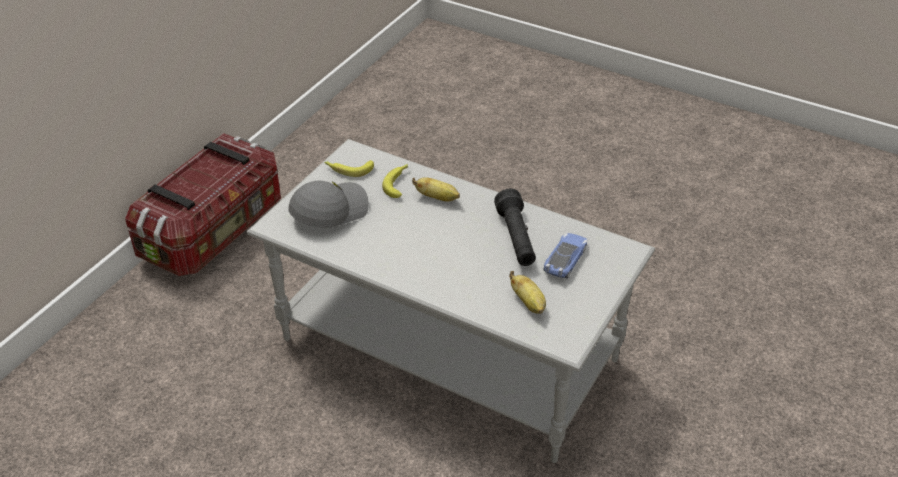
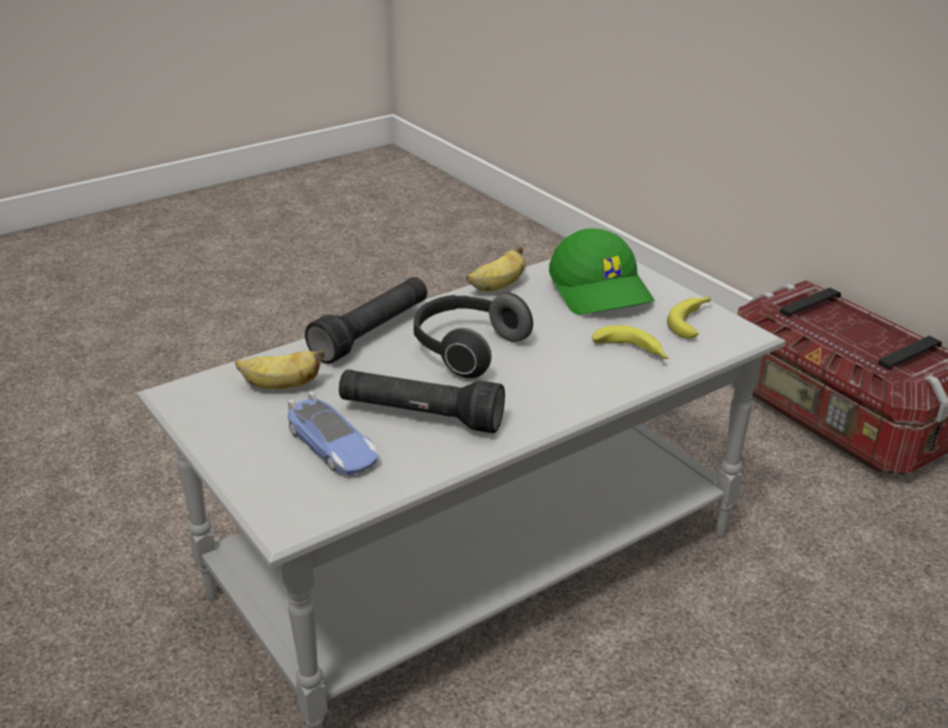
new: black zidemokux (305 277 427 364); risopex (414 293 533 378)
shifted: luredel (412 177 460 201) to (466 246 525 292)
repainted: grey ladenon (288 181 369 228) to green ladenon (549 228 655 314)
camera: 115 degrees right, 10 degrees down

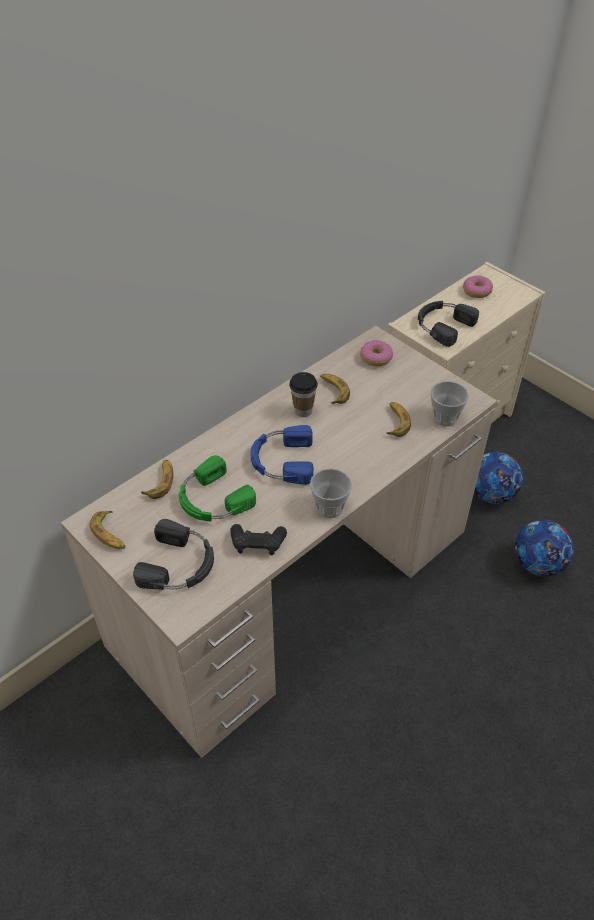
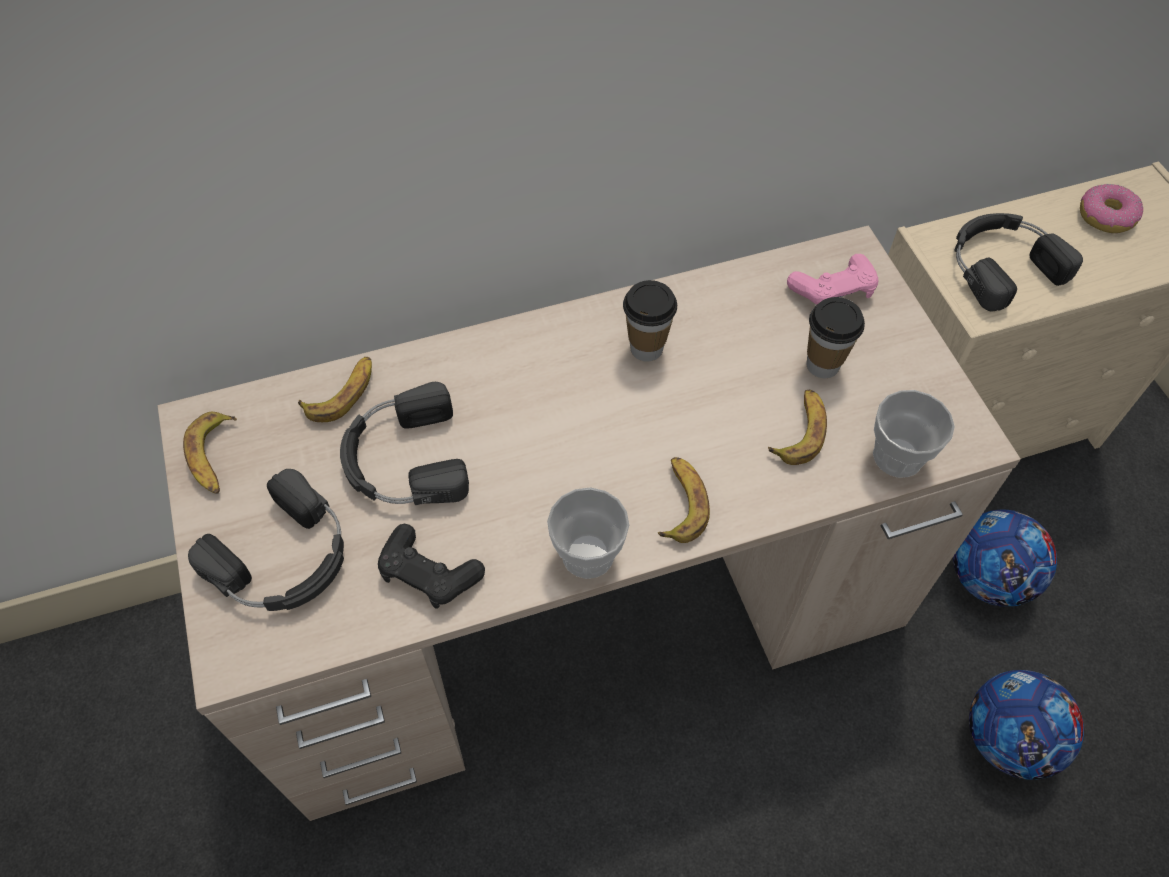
gone: blue risopex (250 425 313 485)
new: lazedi (806 297 865 378)
shifted: luredel (320 373 350 404) to (658 457 710 543)
swapped: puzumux (360 340 393 366) to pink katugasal (787 254 879 305)
repainted: green risopex (178 455 256 521) to black risopex (340 382 469 505)
camera: 25 degrees right, 10 degrees up

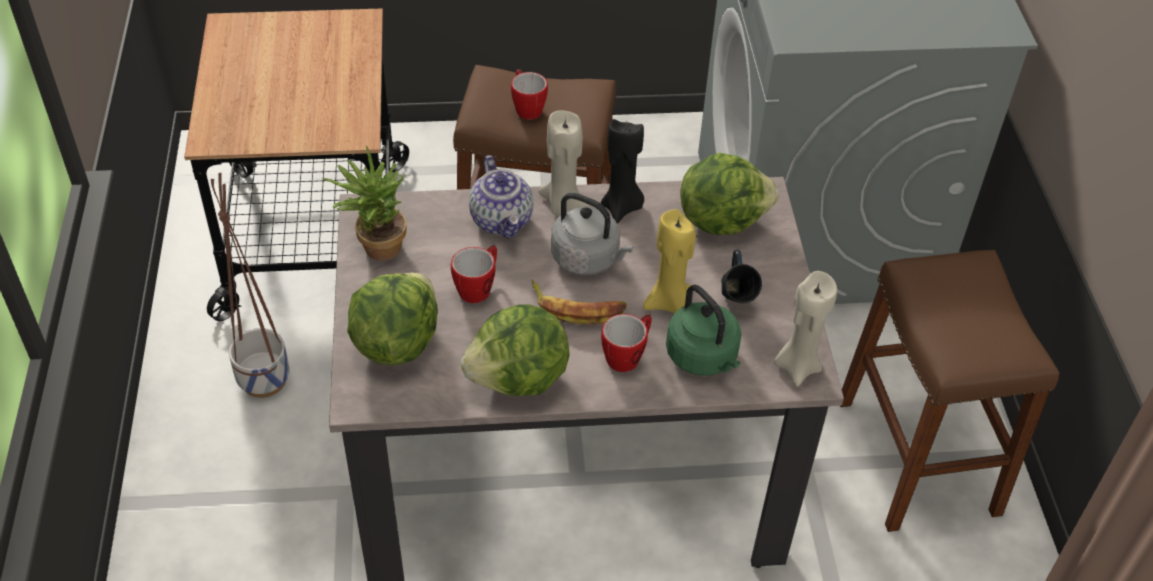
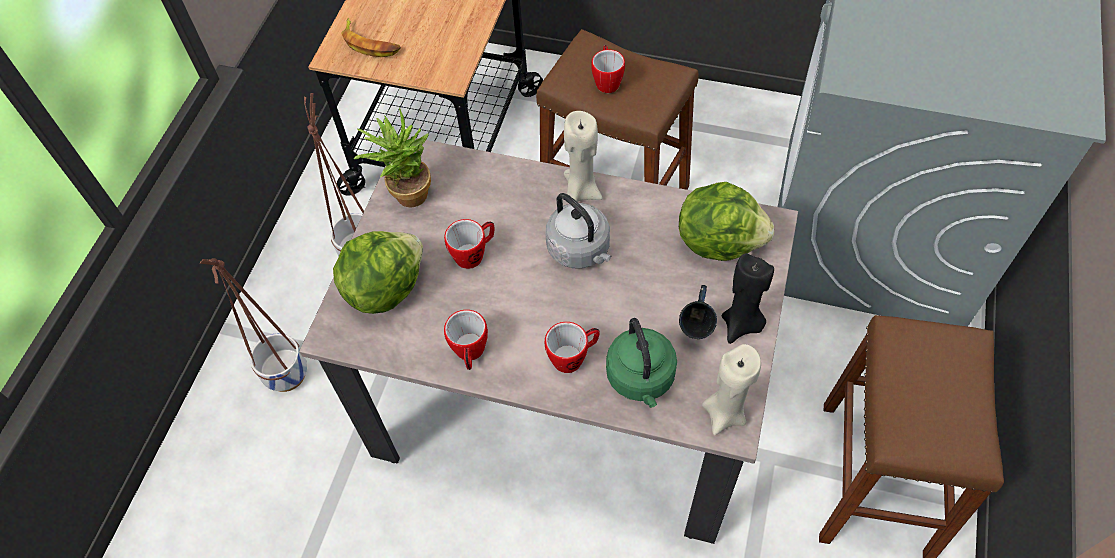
gone: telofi (469 155 533 239); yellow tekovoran (643 209 696 314)
new: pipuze (200 258 307 392)
shifted: black tekovoran (601 119 644 223) to (722 253 774 344); luredel (532 280 627 325) to (341 17 401 57)
swapped: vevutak (461 304 570 396) to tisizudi (444 310 488 370)
camera: 25 degrees right, 10 degrees up

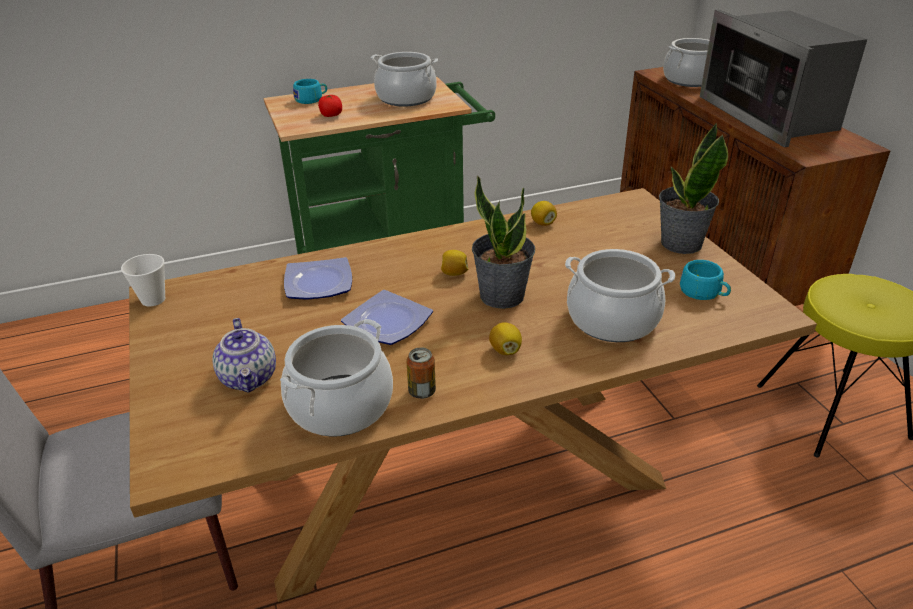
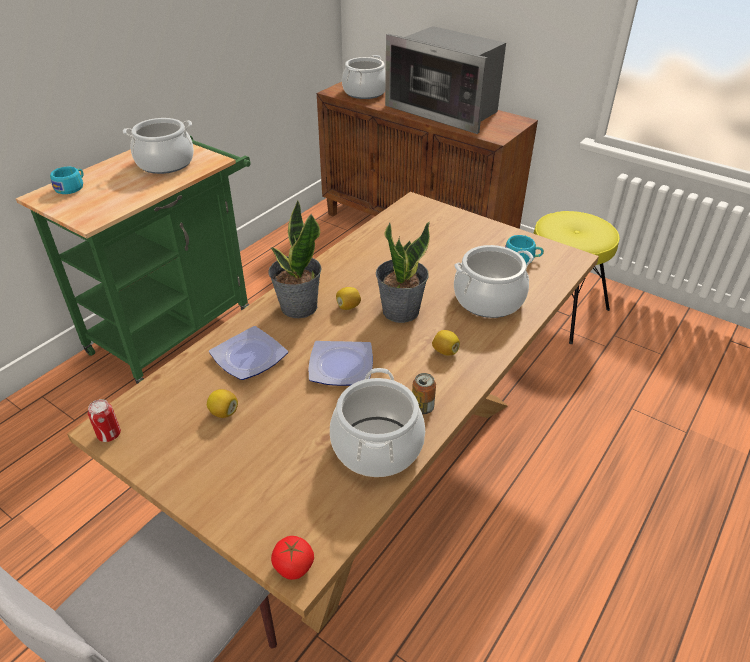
gone: telofi (213 318 276 393)
shifted: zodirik (318 95 342 117) to (271 536 314 580); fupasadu (659 124 728 254) to (268 199 321 318); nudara (531 201 557 226) to (207 389 238 418)
swapped: lazedi (121 254 165 307) to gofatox (88 399 121 442)
camera: 35 degrees left, 5 degrees up

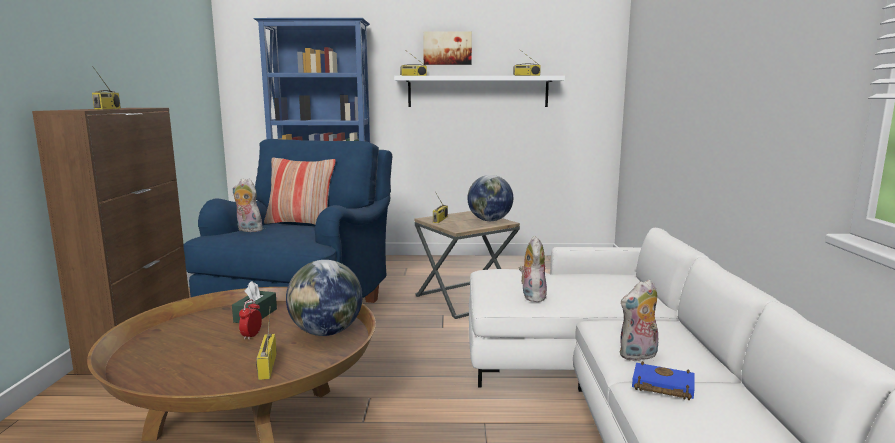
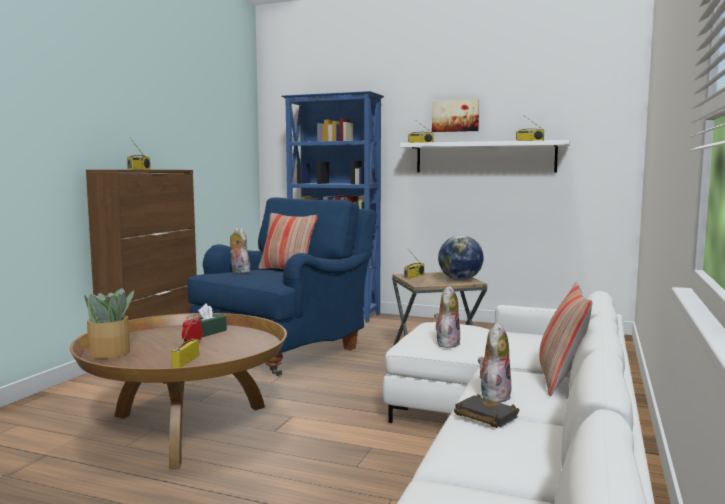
gone: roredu (286 260 362 336)
new: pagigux (539 282 592 396); fupasadu (84 288 134 359)
repainted: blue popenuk (632 361 695 400) to black popenuk (454 394 519 428)
rotated: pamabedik (620 279 658 361) = (478 322 511 403) 120 degrees clockwise
camera: 20 degrees right, 5 degrees down

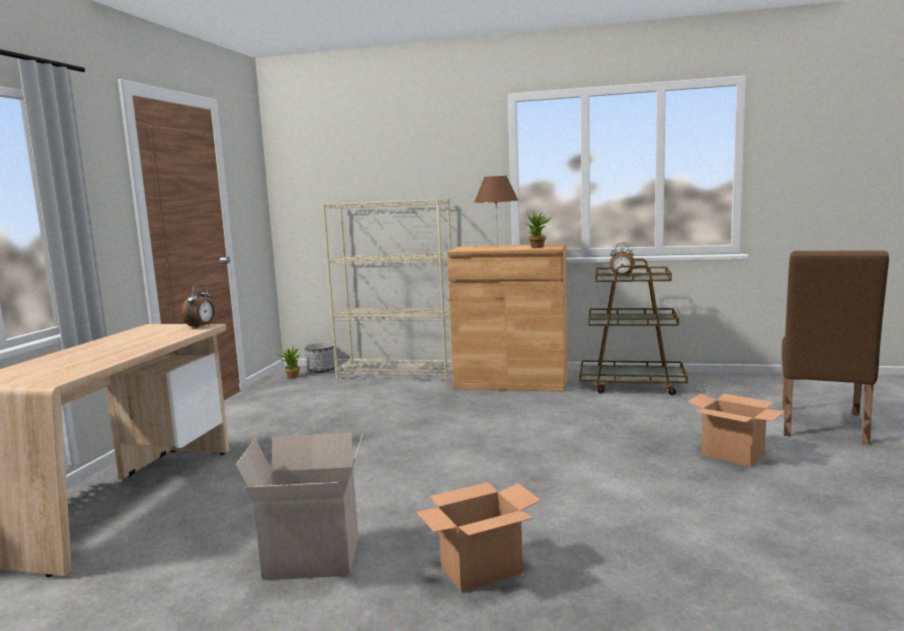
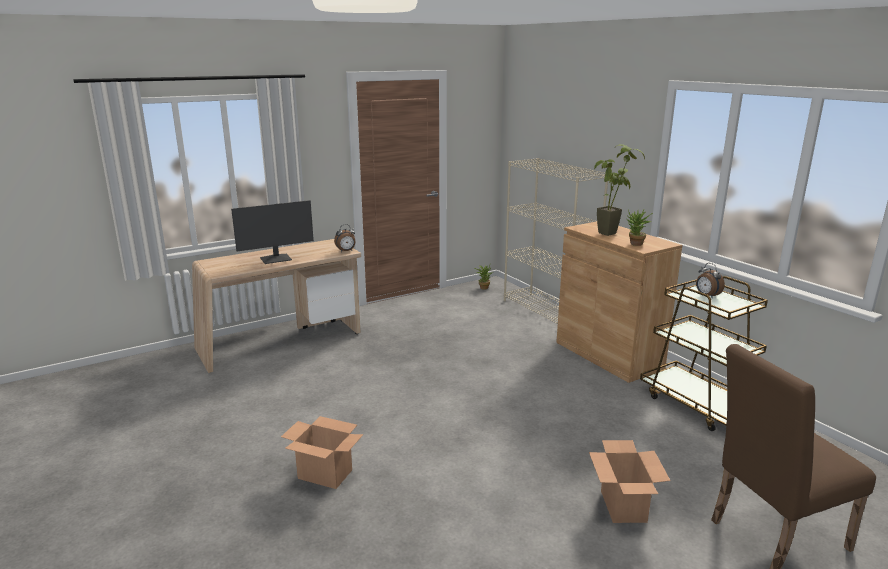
gone: pipuze (305 342 335 373); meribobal (236 433 363 580)
new: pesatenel (231 200 314 264)
swapped: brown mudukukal (474 176 519 248) to fupasadu (594 144 645 236)
camera: 45 degrees right, 10 degrees up

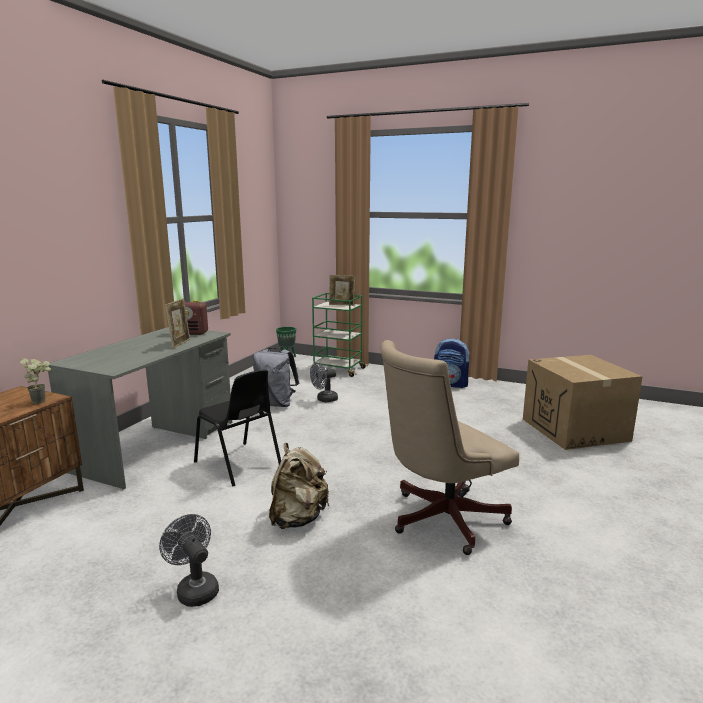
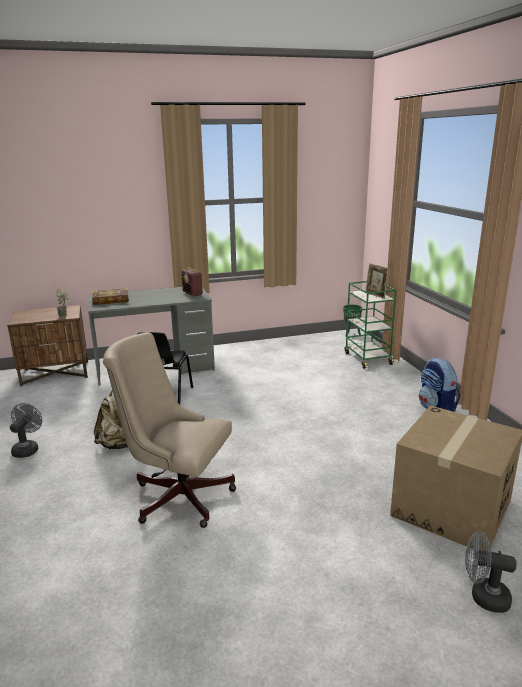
gone: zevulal (165 298 190 348); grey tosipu (253 348 299 407)
new: popenuk (92 288 129 305)
shifted: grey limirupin (310 362 338 402) to (465 531 516 613)
camera: 50 degrees right, 5 degrees up

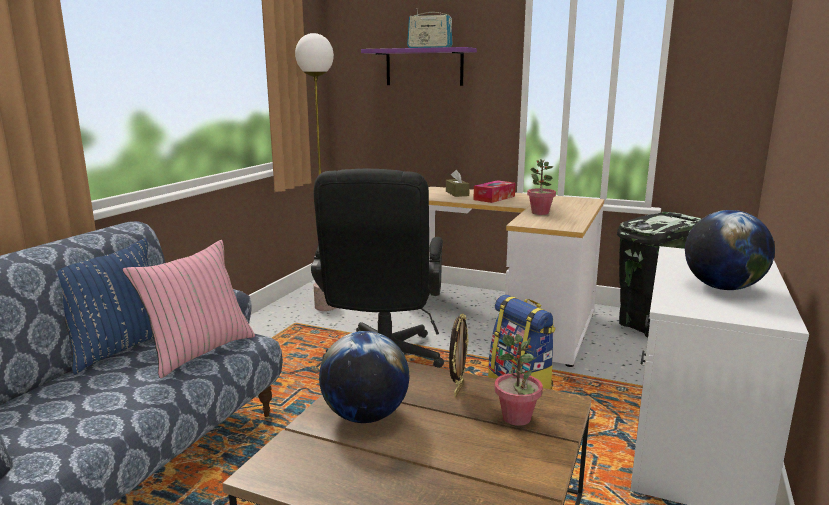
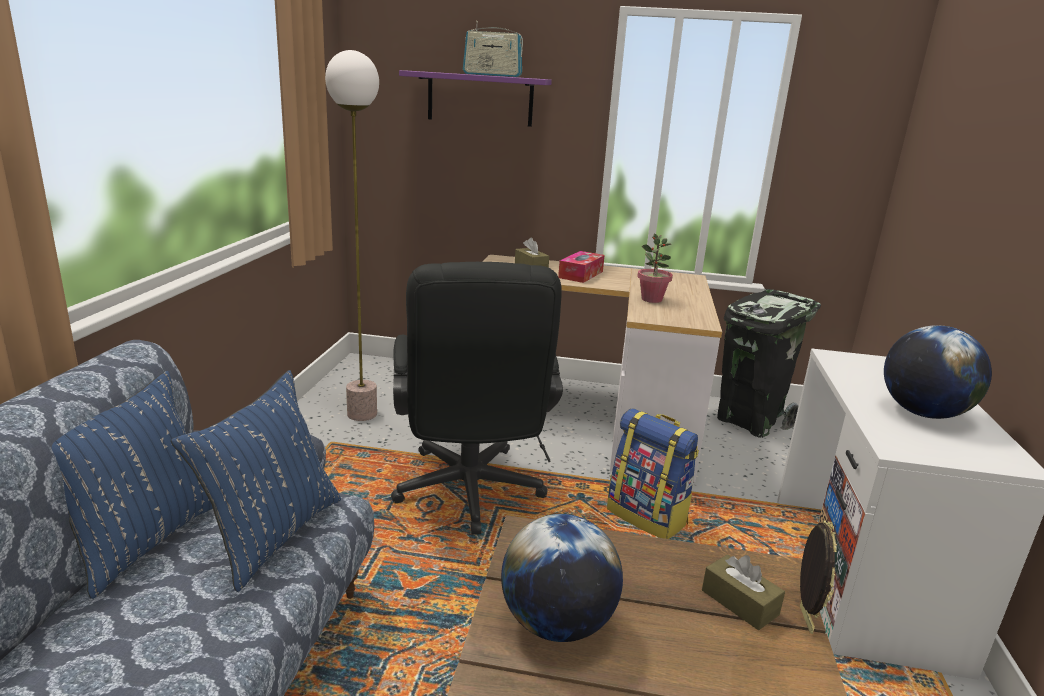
shifted: zevulal (449 313 469 397) to (800 520 837 634)
swapped: fupasadu (494 334 543 426) to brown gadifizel (702 555 785 630)
repainted: pink pagigux (122 240 255 378) to blue pagigux (171 370 341 592)
camera: 15 degrees left, 5 degrees up

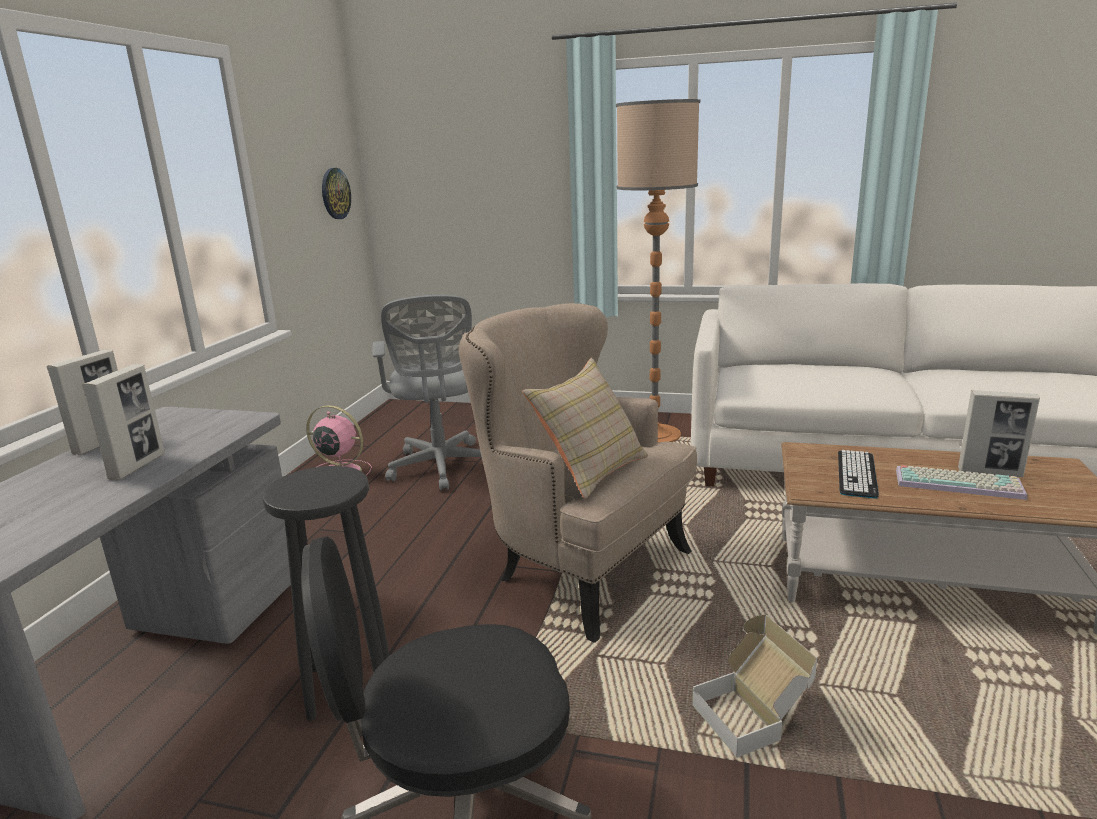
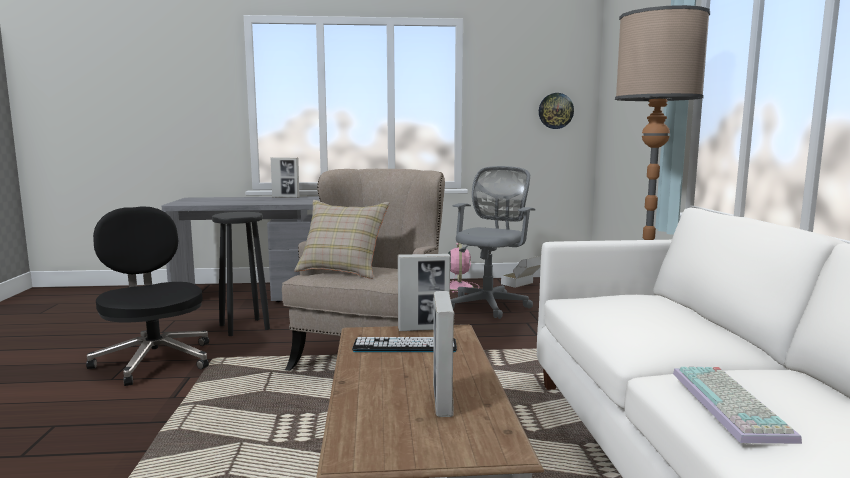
shifted: zevulal (82 364 165 480) to (398 254 450 331); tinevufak (896 465 1027 500) to (673 367 802 444); meribobal (692 615 817 758) to (501 256 541 288)
rotated: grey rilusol (372 295 481 491) = (451 166 535 319) 150 degrees clockwise
camera: 70 degrees right, 10 degrees down

